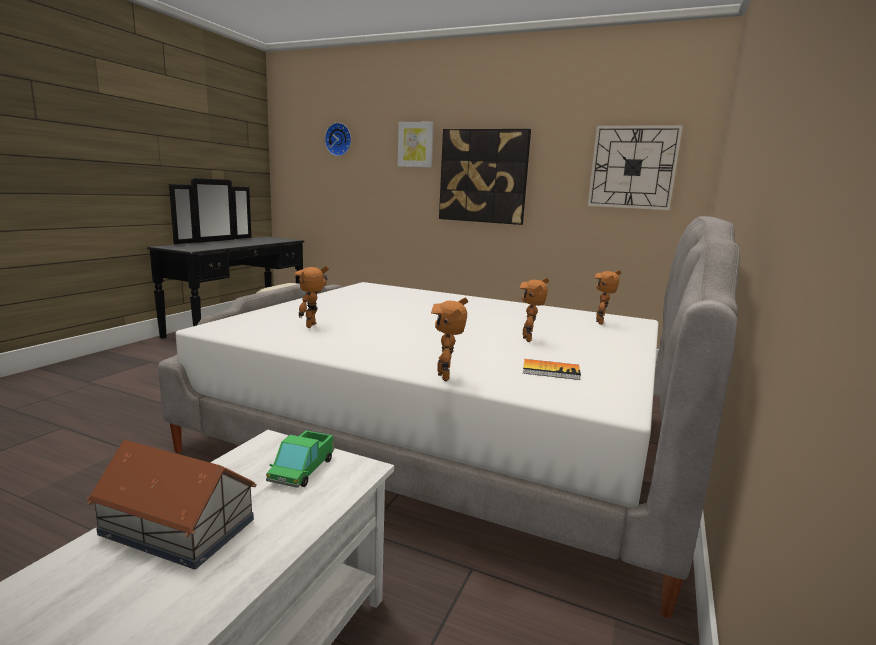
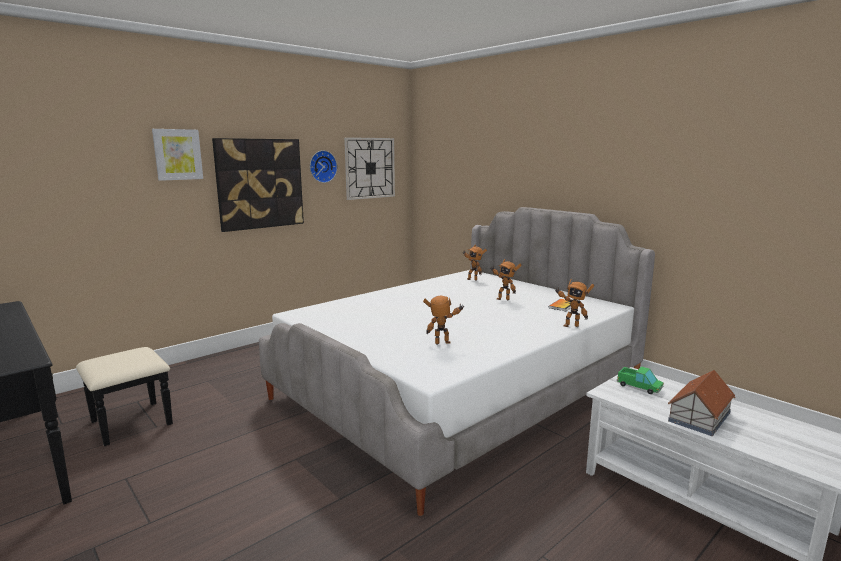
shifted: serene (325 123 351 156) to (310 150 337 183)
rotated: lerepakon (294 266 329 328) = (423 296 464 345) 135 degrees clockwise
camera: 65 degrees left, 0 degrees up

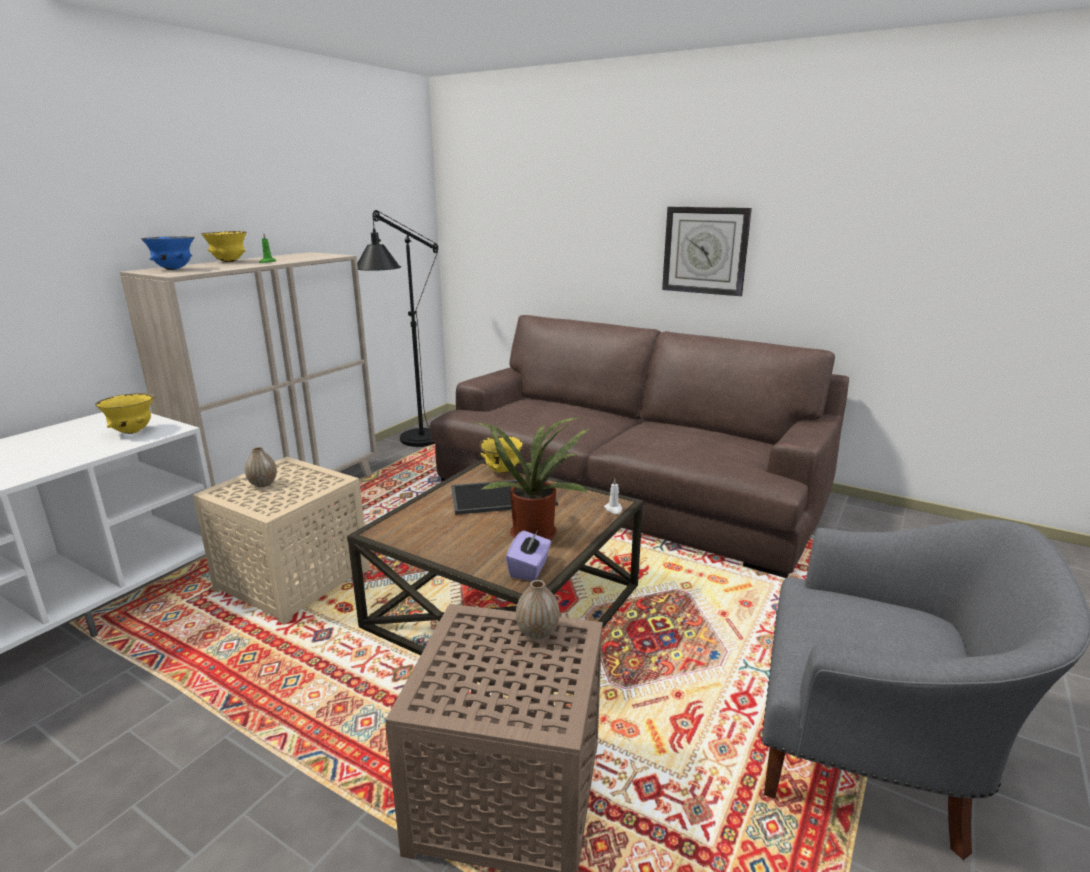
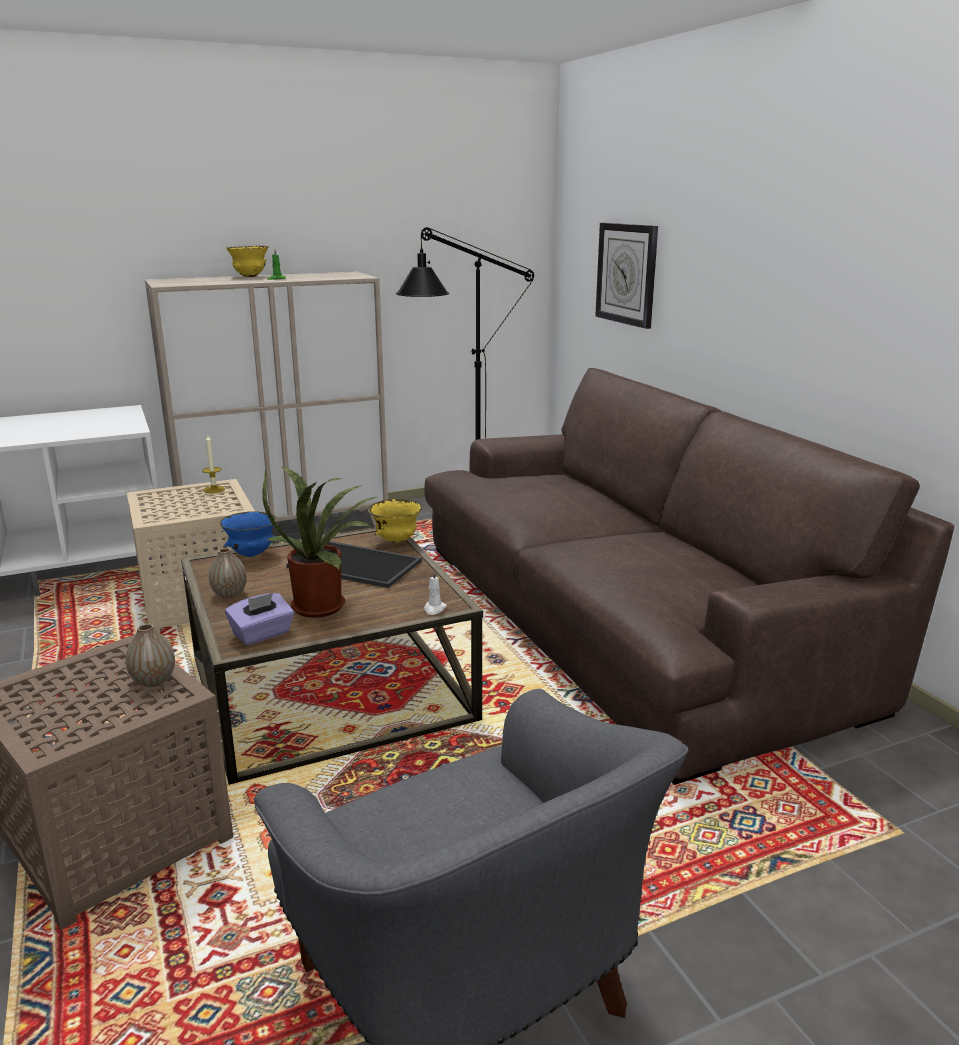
gone: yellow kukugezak (95 393 155 434)
new: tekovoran (202 435 225 493)
shifted: serene (662 207 752 296) to (595 223 658 329); blue kukugezak (141 236 195 270) to (220 511 278 557); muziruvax (245 447 277 487) to (208 548 247 599)
camera: 35 degrees right, 0 degrees up

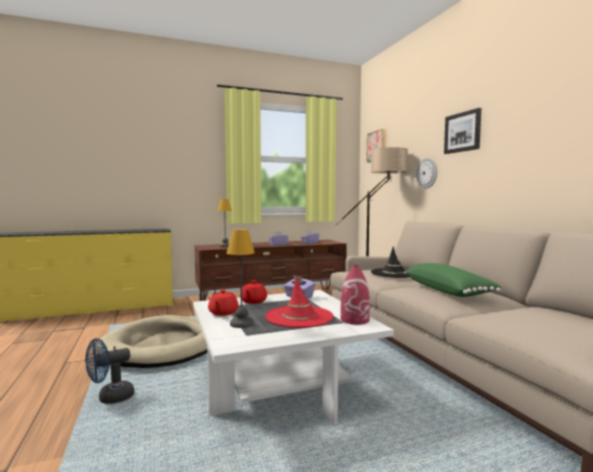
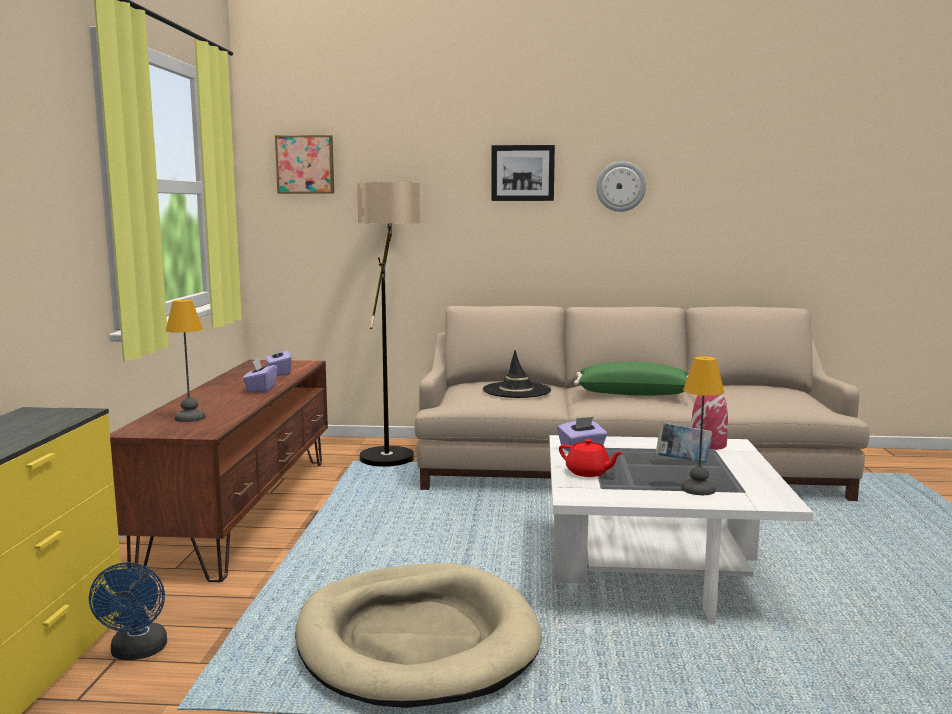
gone: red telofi (208 289 239 316)
shifted: serene (416 158 437 188) to (596 161 646 212); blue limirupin (85 338 134 404) to (89 562 167 660)
swapped: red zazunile (265 276 333 328) to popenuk (656 422 712 463)
camera: 65 degrees left, 5 degrees up

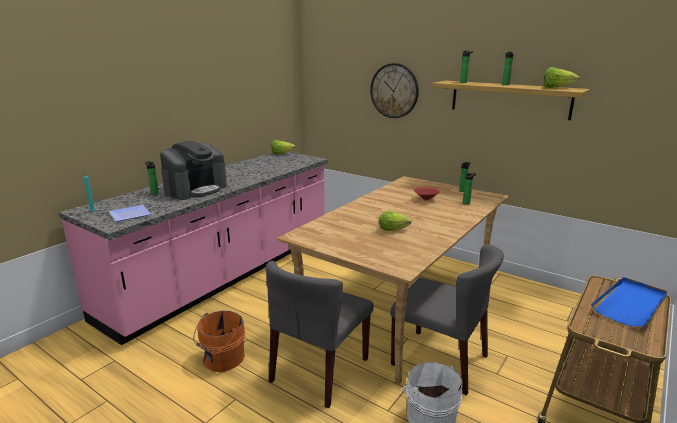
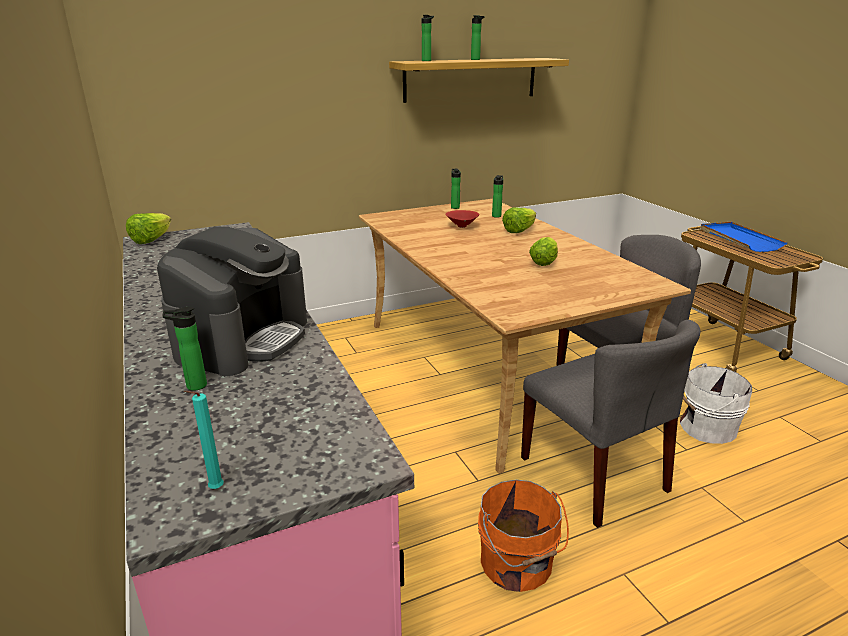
gone: serene (370 63 419 118); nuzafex (109 205 151 222)
shifted: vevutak (544 67 580 88) to (502 207 536 233)
rotated: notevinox (160 141 227 200) = (157 226 307 376) 45 degrees clockwise
camera: 60 degrees left, 5 degrees up

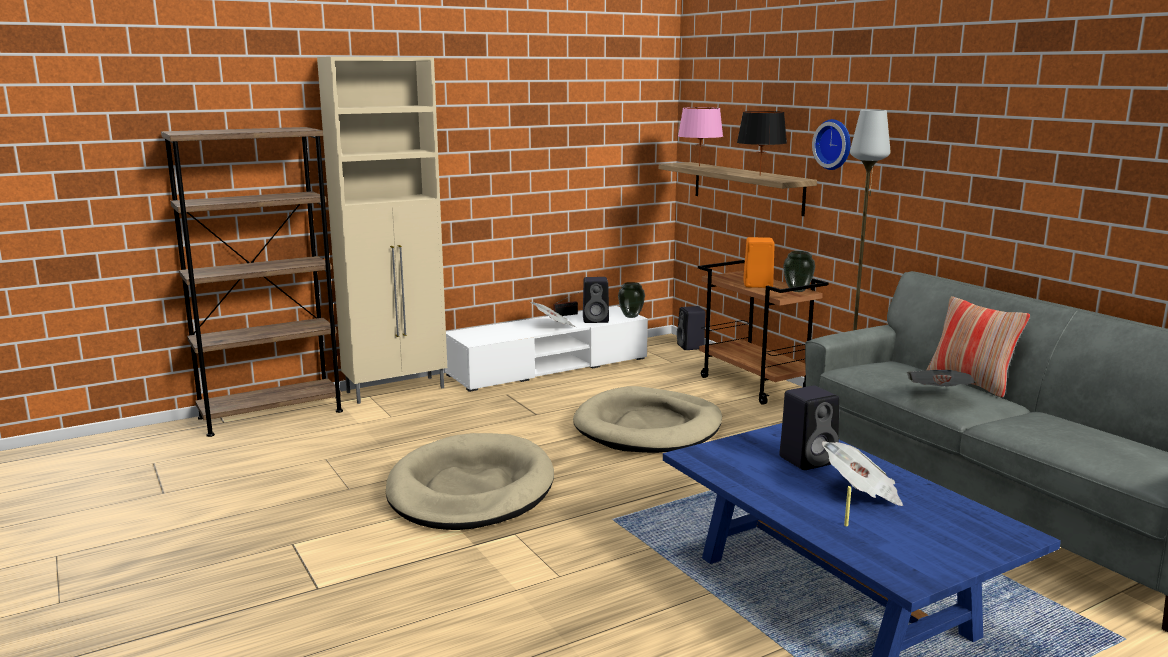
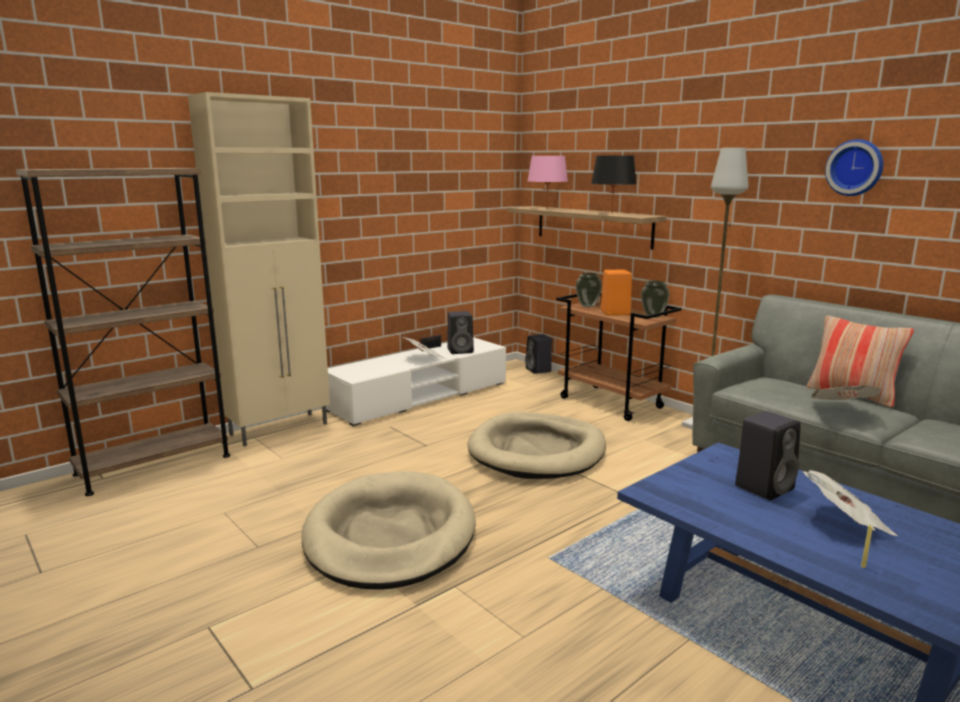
shifted: serene (812 119 851 170) to (825 139 883 196); muziruvax (618 282 645 318) to (576 273 602 307)
camera: 10 degrees left, 0 degrees up

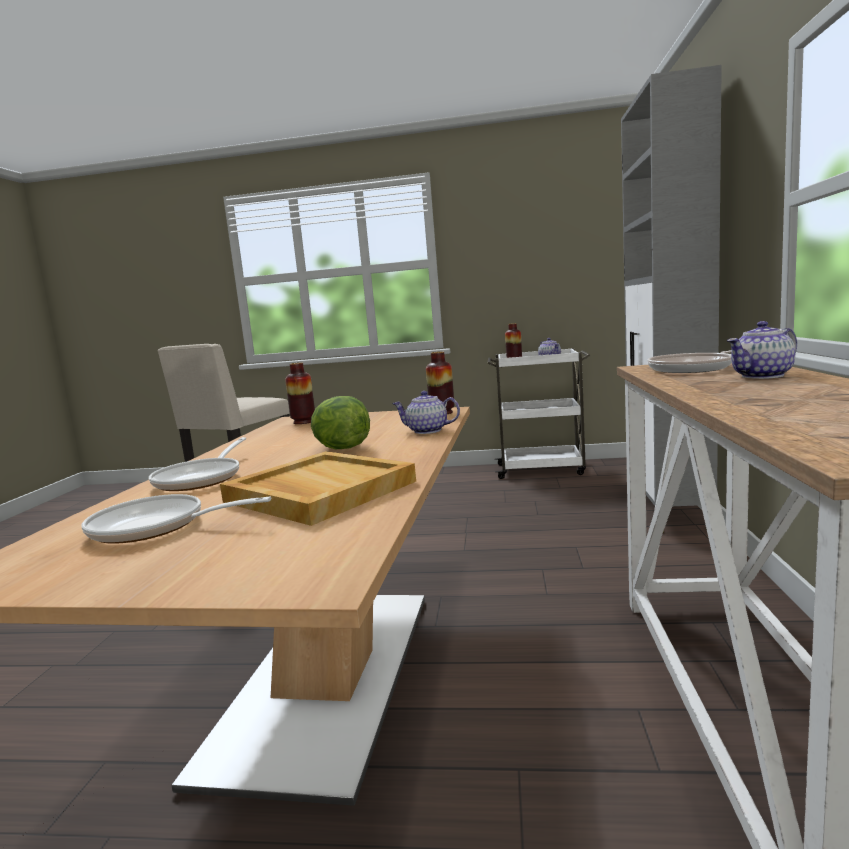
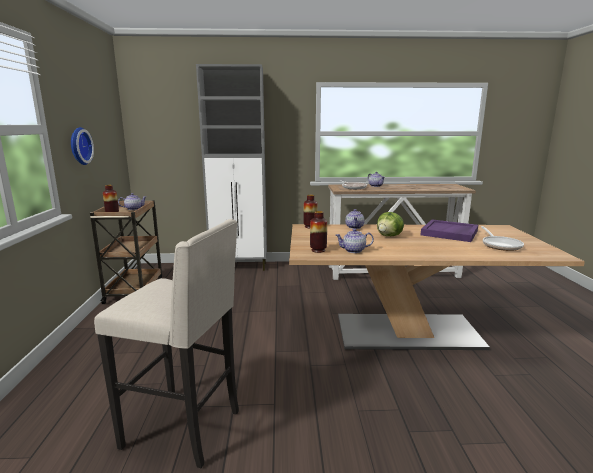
gone: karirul (148 437 246 491)
new: serene (71 127 94 165); telofi (335 229 374 253)
repainted: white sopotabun (488 348 590 479) to brown sopotabun (90 200 162 304); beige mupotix (220 451 416 526) to purple mupotix (421 220 478 242)
camera: 100 degrees left, 5 degrees up

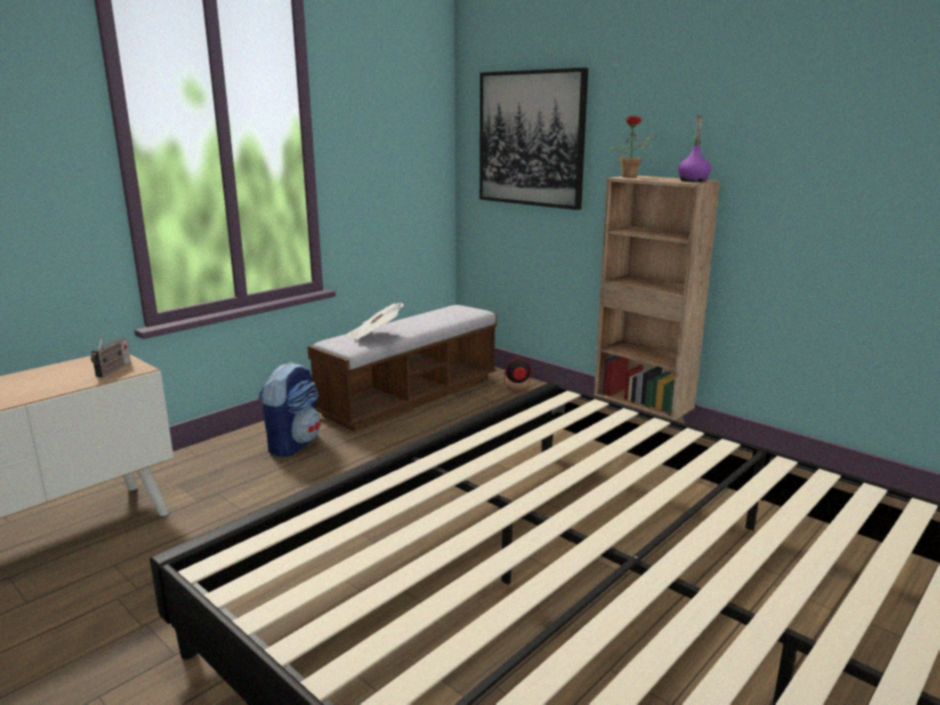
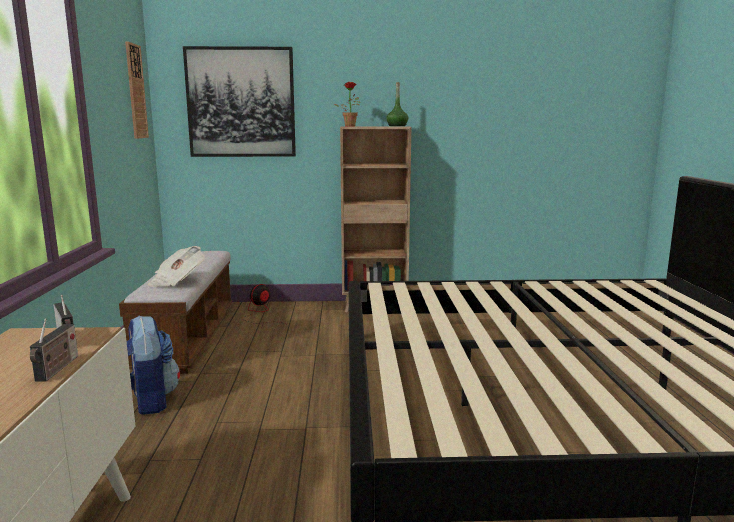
new: serene (125 42 149 139); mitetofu (30 319 78 382)
repainted: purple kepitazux (678 116 711 182) to green kepitazux (386 82 408 126)
camera: 45 degrees left, 5 degrees down

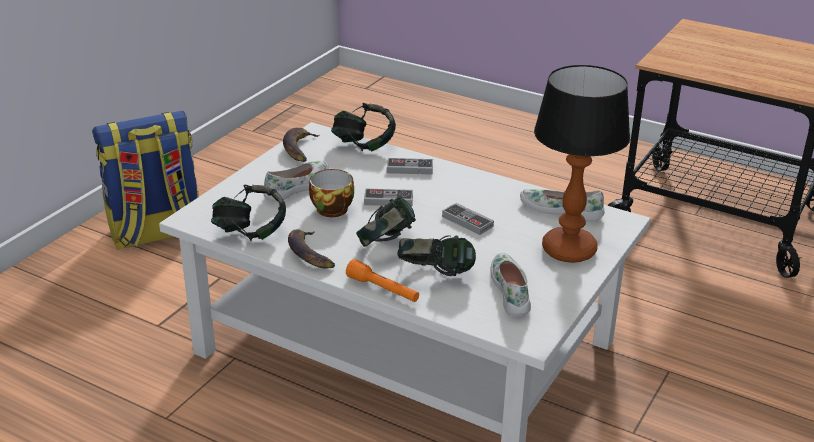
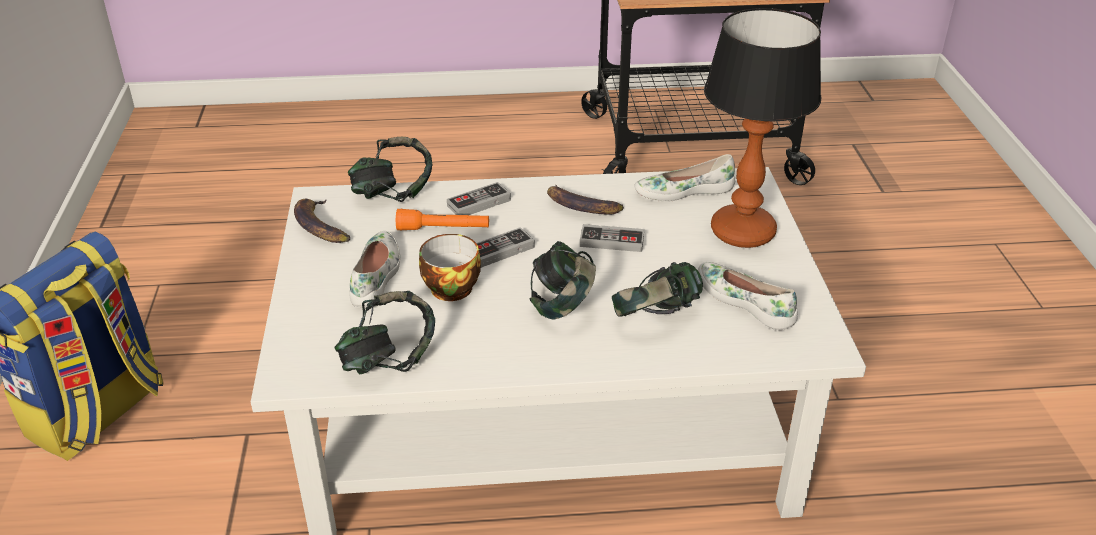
shifted: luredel (288 229 335 268) to (547 185 624 215); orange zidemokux (346 259 419 302) to (396 209 489 230)
camera: 35 degrees left, 5 degrees up

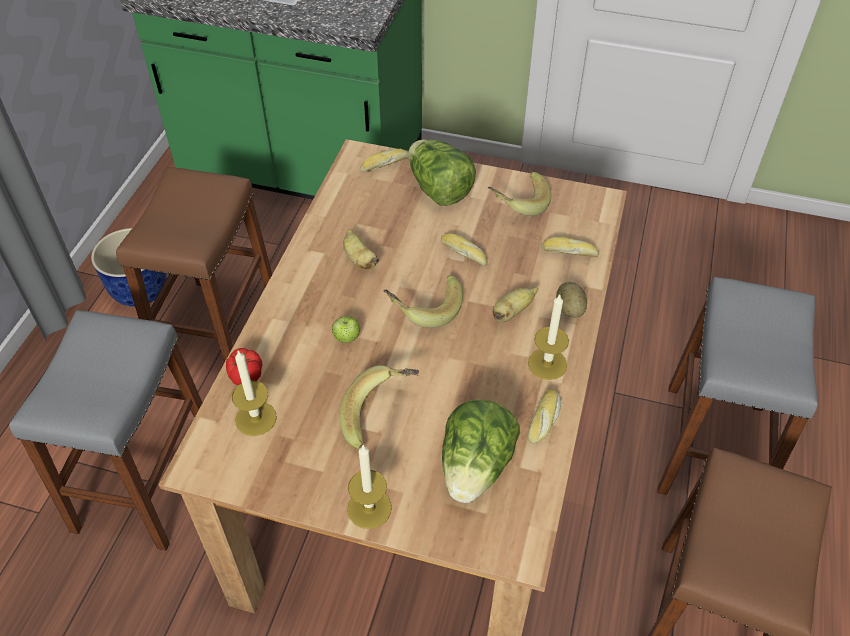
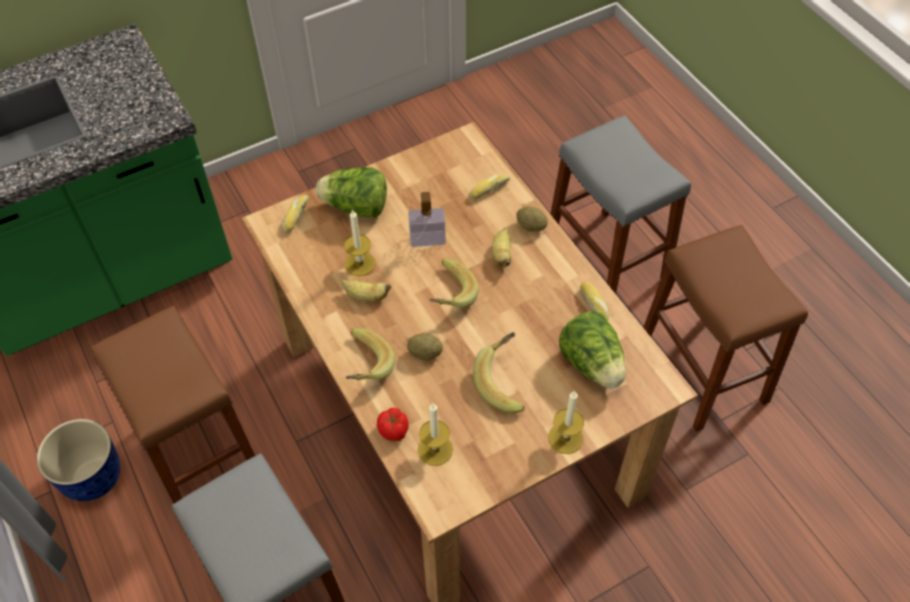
shifted: luredel (488 172 552 216) to (346 328 395 380); tekovoran (528 294 569 380) to (344 209 376 276)
swapped: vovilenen (441 233 488 267) to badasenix (408 192 446 247); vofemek (332 315 360 343) to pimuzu (407 334 443 360)
camera: 45 degrees left, 5 degrees up

